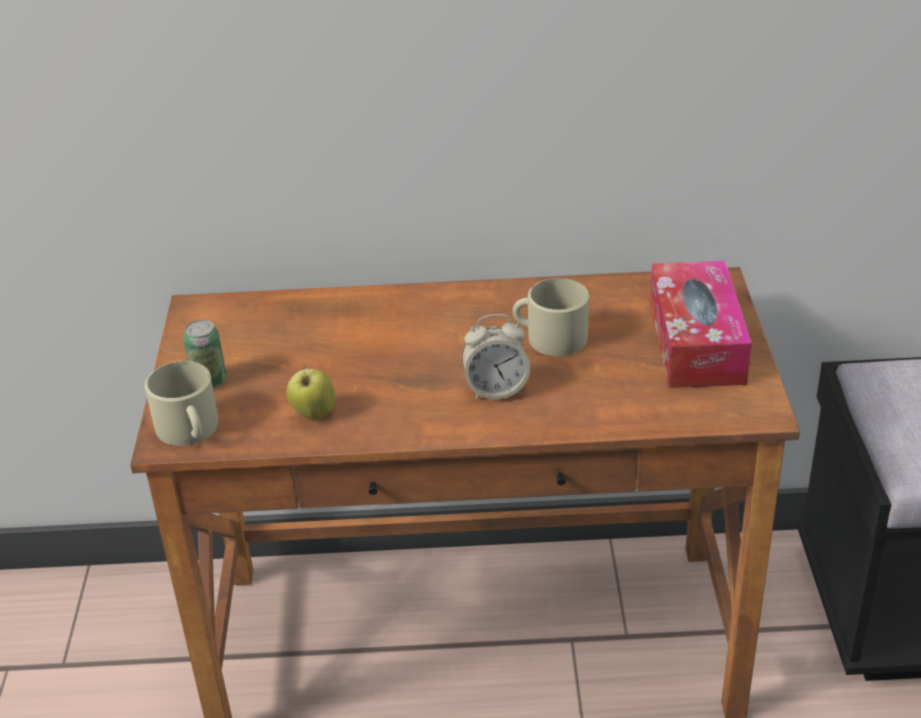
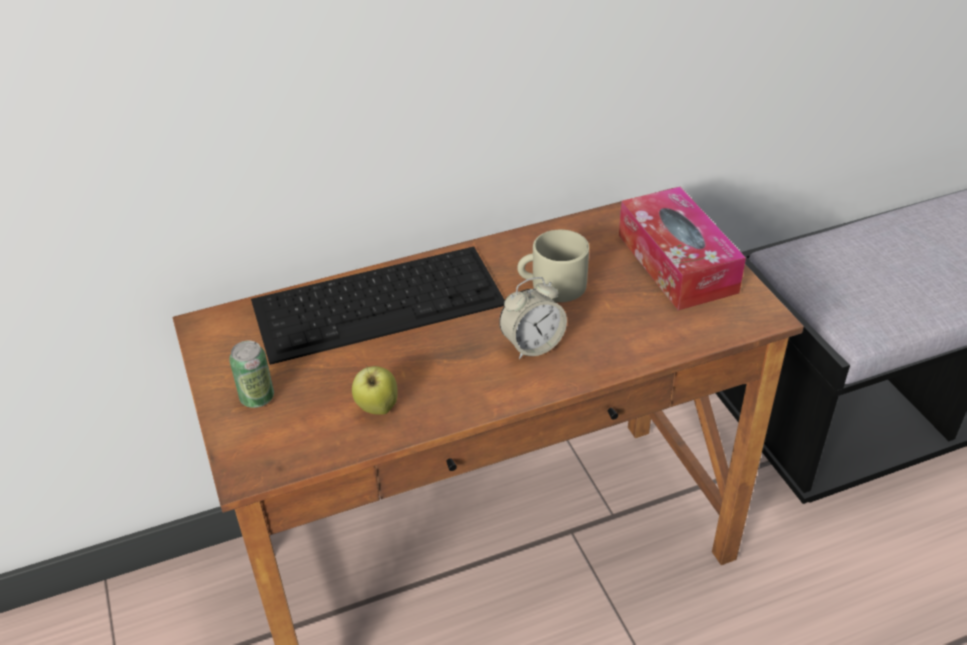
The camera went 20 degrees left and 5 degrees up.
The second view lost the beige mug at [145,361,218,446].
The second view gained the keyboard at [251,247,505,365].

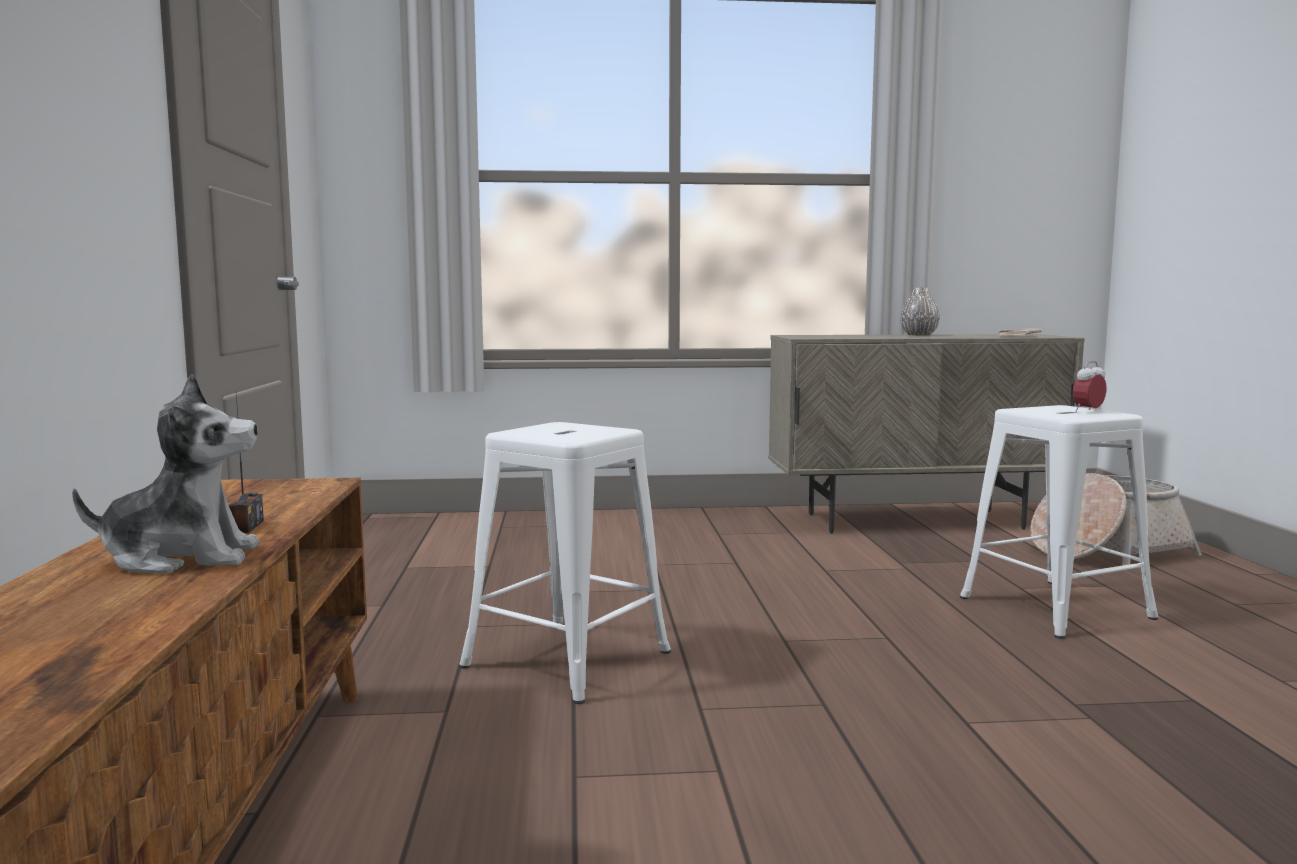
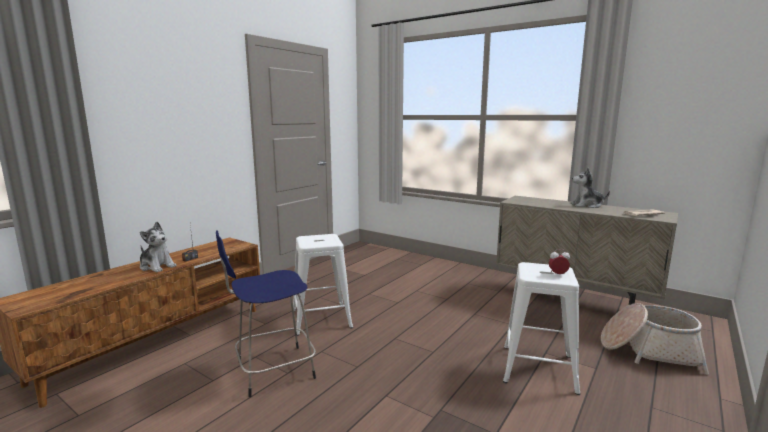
The camera went 40 degrees right and 5 degrees up.
Where the grey vase stood at [900,287,940,336], the plush toy came to stand at [571,168,610,208].
The second view gained the blue stool at [216,230,316,397].

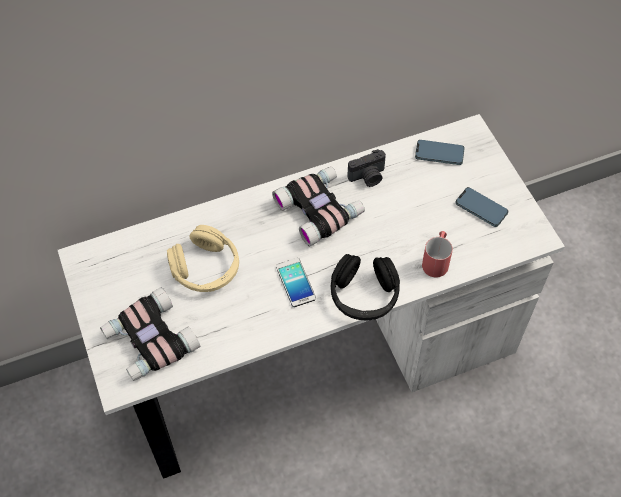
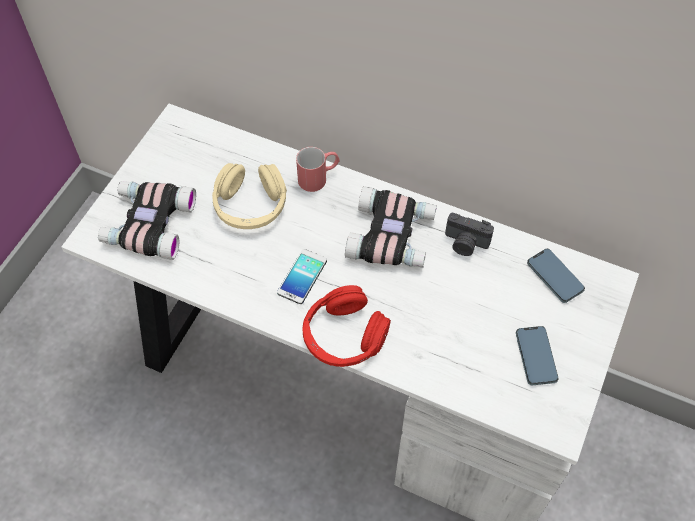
The camera went 45 degrees right and 0 degrees up.
The red mug ended up elsewhere, having gone from [422,231,453,277] to [296,147,340,192].
What was the black headphones at [331,254,400,320] turned into the red headphones at [302,285,391,367].

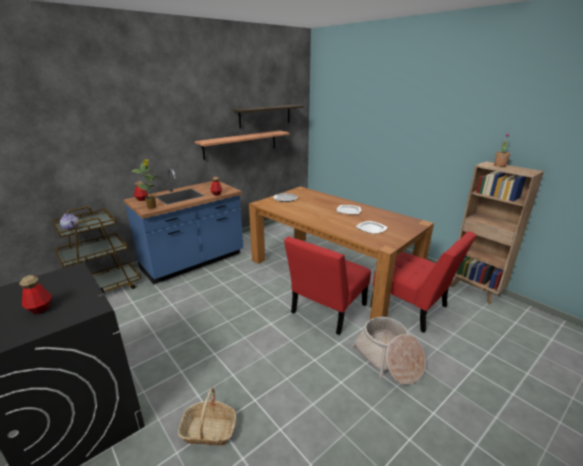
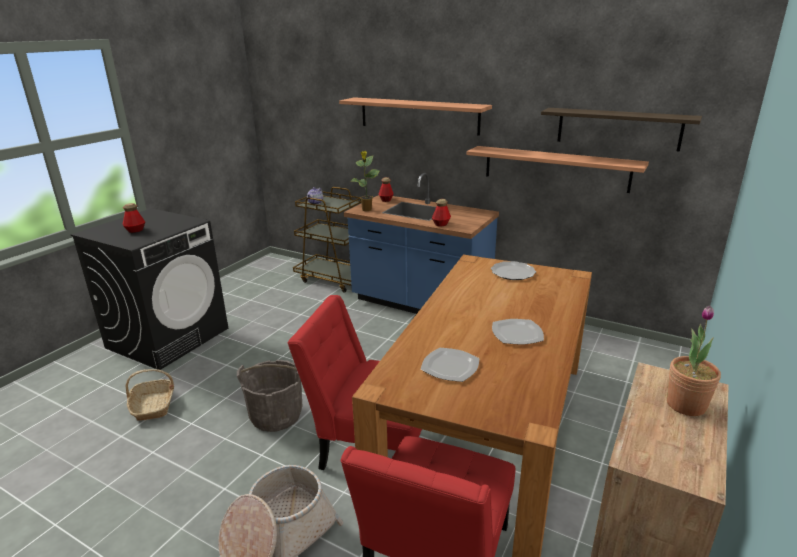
The camera went 70 degrees right and 0 degrees up.
The second view gained the shelf at [339,97,492,136].
The second view gained the grey bucket at [237,360,302,432].

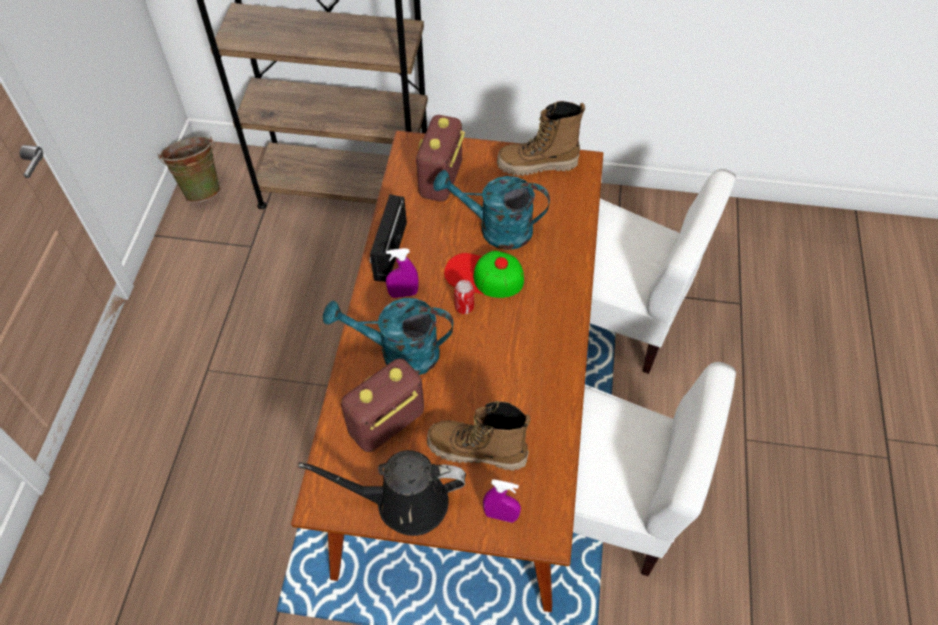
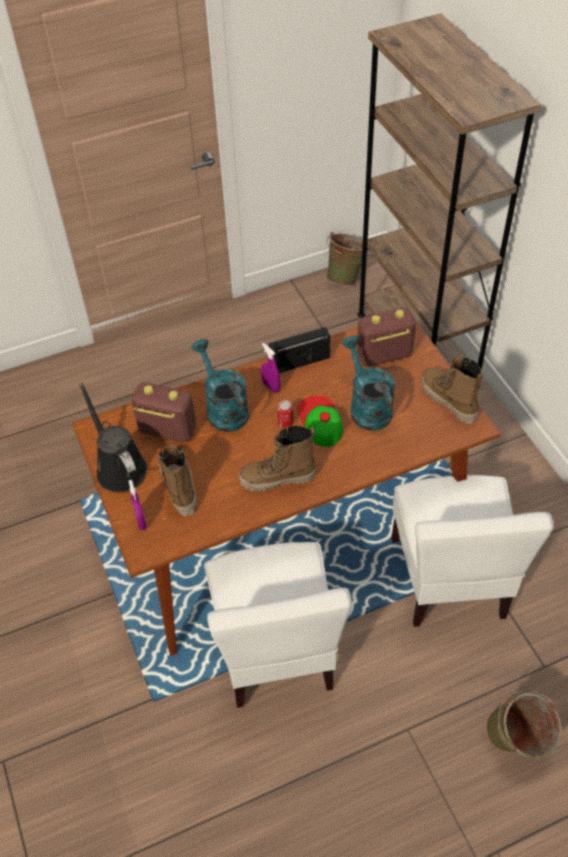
The camera went 60 degrees right and 5 degrees down.
The second view gained the boot at [239,425,316,492].
The second view gained the green bucket at [486,690,561,759].

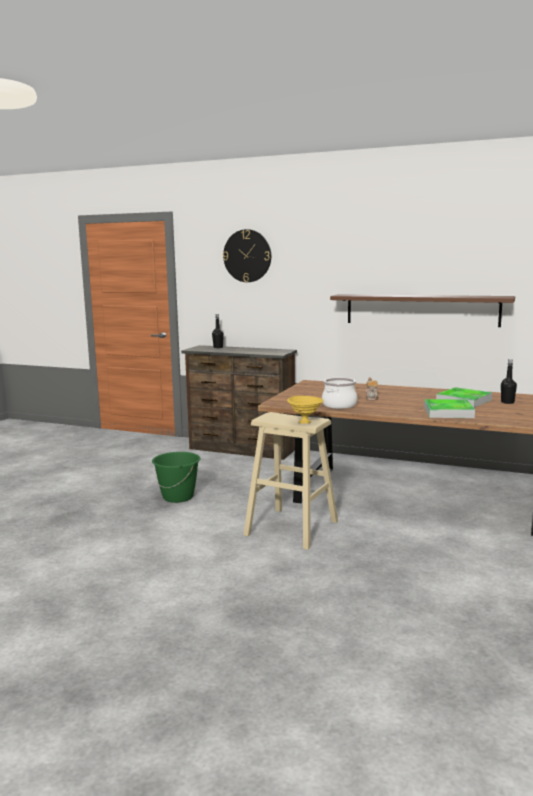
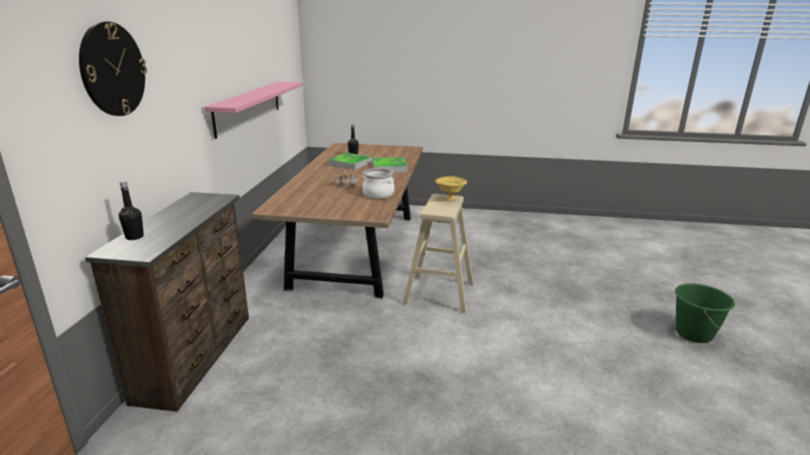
The camera went 105 degrees left and 10 degrees up.
What was the brown shelf at [330,294,515,327] turned into the pink shelf at [204,81,303,139].
The green bucket ended up elsewhere, having gone from [152,452,200,503] to [675,283,735,343].

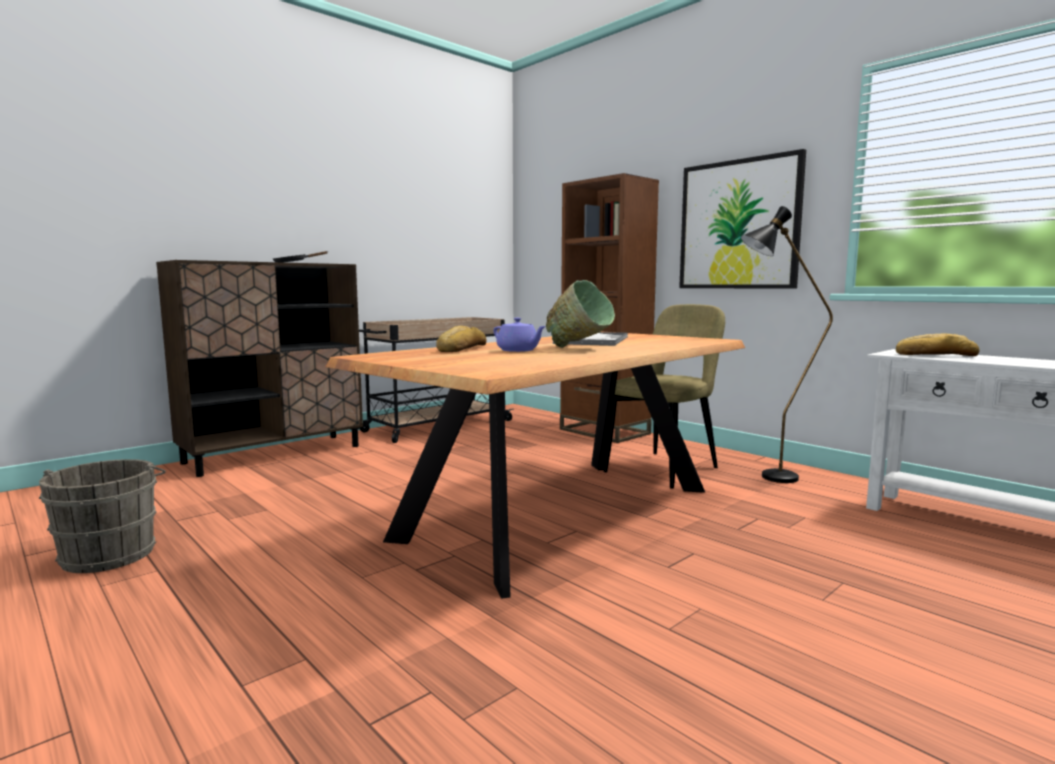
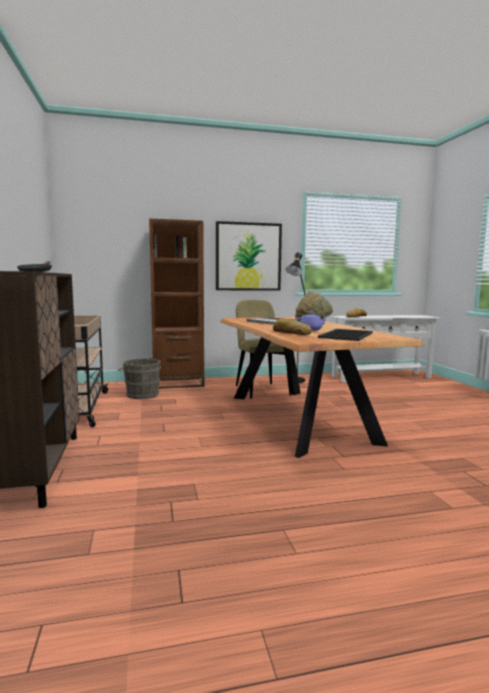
The camera went 60 degrees left and 0 degrees up.
The grey bucket ended up elsewhere, having gone from [39,459,166,573] to [118,357,161,399].
The second view gained the tray at [318,329,373,341].

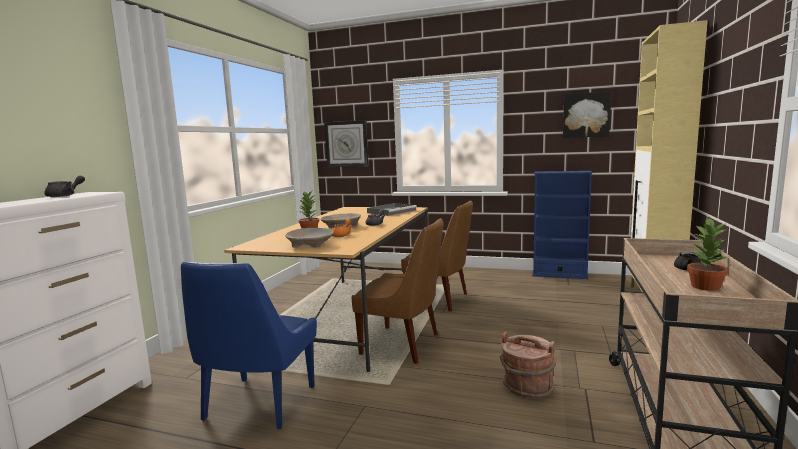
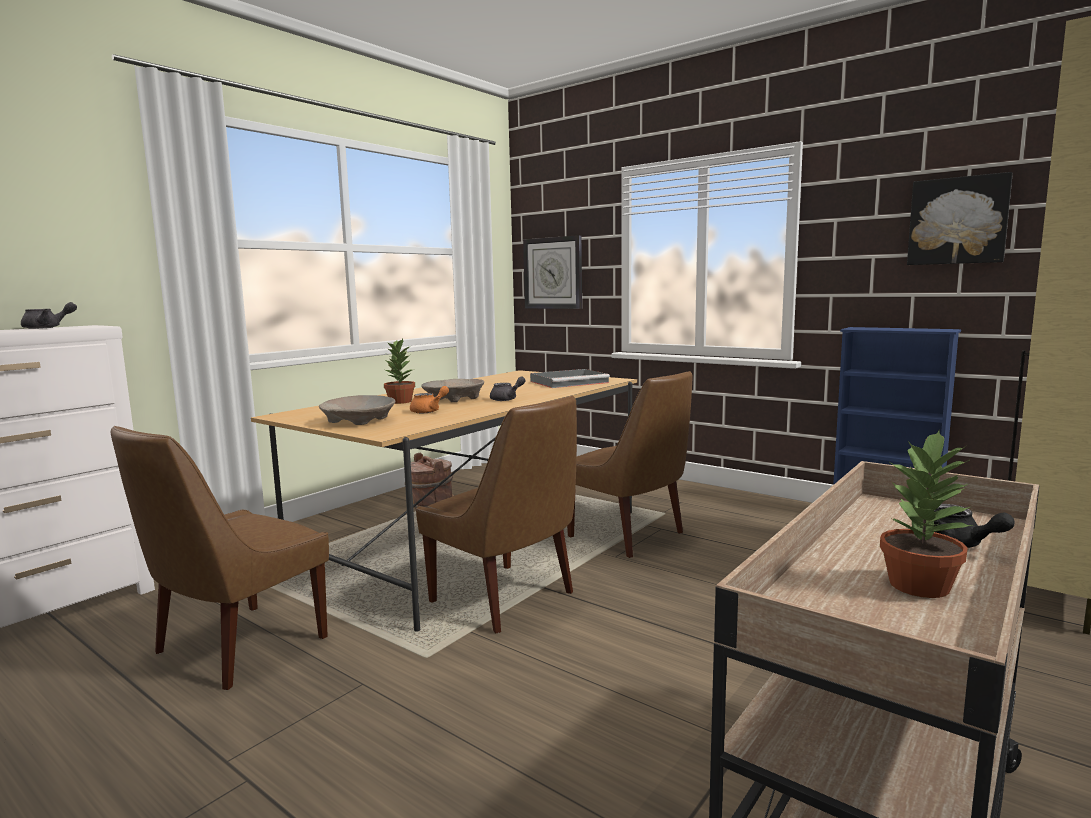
The camera went 20 degrees right and 0 degrees up.
What was the blue chair at [181,262,317,429] turned into the brown chair at [111,426,329,690].
The brown bucket ended up elsewhere, having gone from [500,332,556,399] to [411,453,454,509].

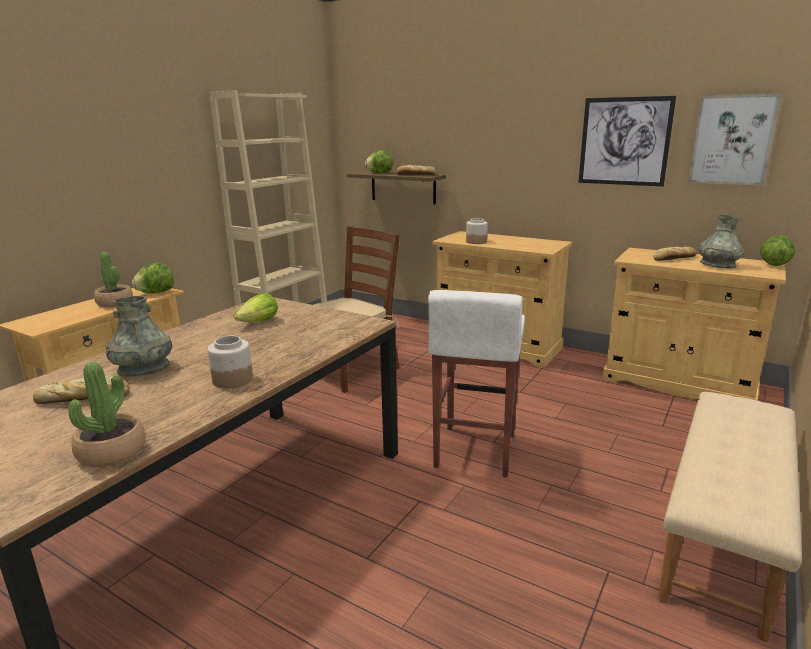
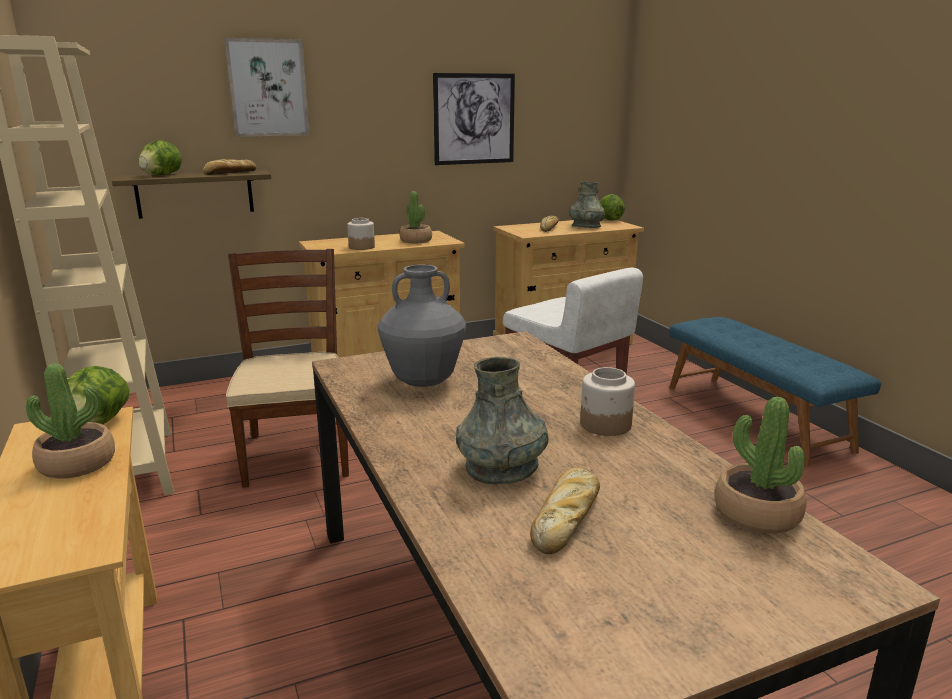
The camera went 55 degrees left and 0 degrees up.
The picture ended up elsewhere, having gone from [688,93,782,186] to [224,38,310,137].
Where the lettuce stood at [234,293,278,322], the grey vase came to stand at [378,264,466,387].
What was the beige bench at [658,392,802,642] turned into the blue bench at [669,317,881,466].
The second view gained the potted plant at [399,191,432,243].

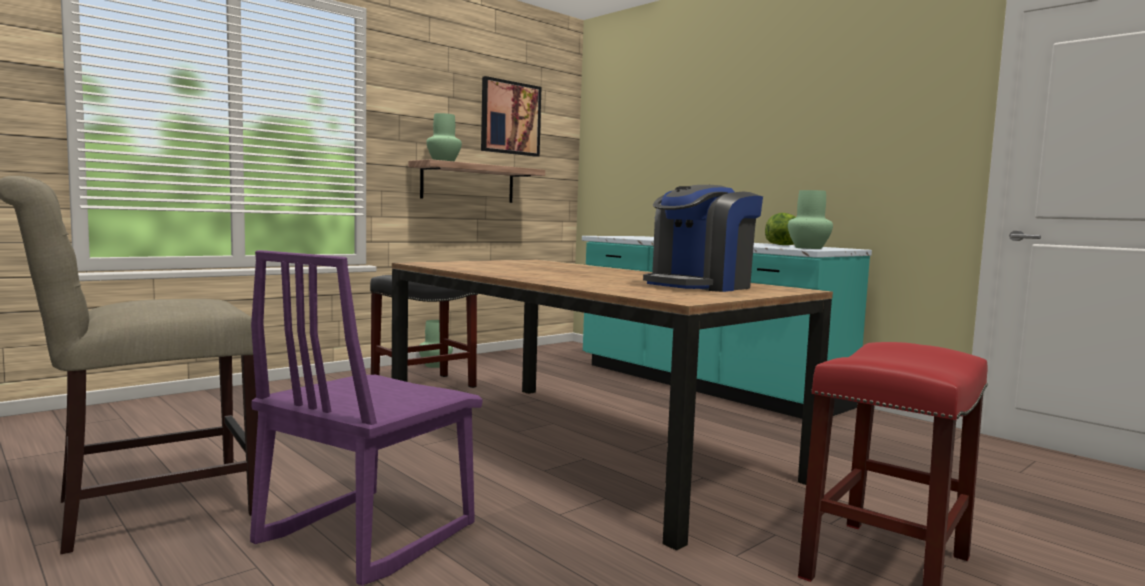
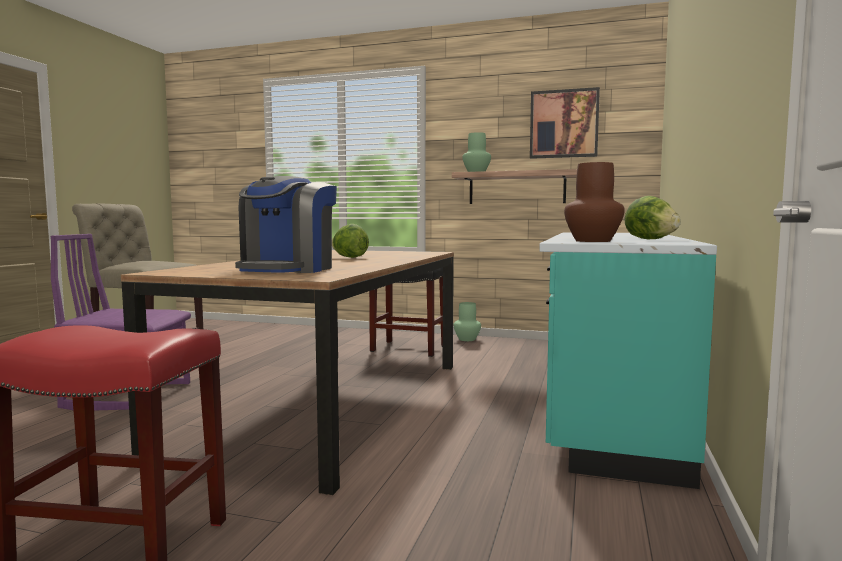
The camera went 60 degrees right and 0 degrees up.
The coffee machine at [643,185,763,292] ended up facing another way, 90 degrees counterclockwise from before.
What was the green vase at [788,190,833,249] turned into the brown vase at [564,162,625,242].
The second view gained the lettuce at [332,224,369,258].

